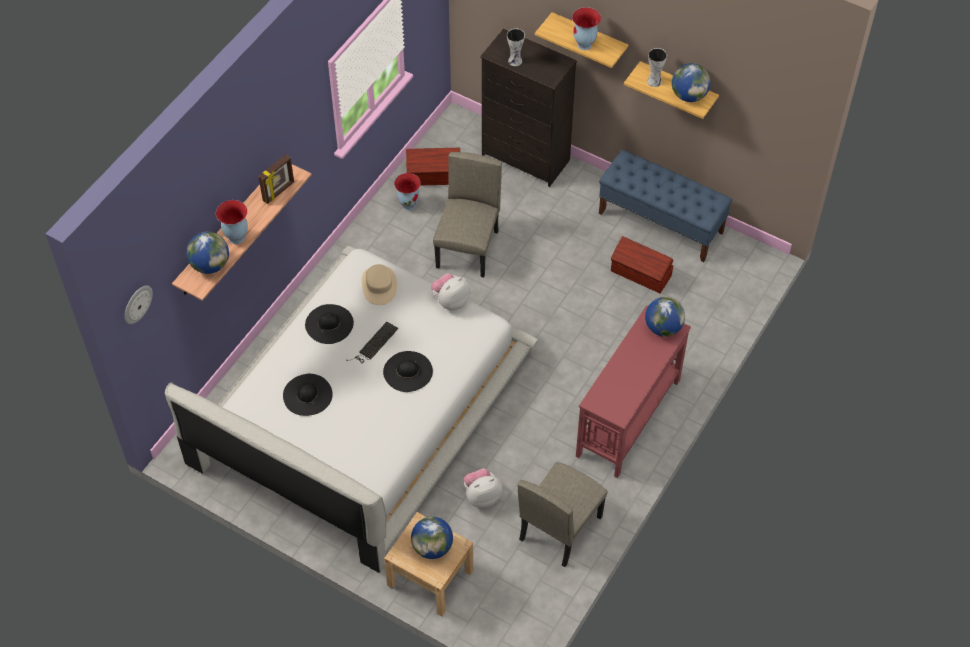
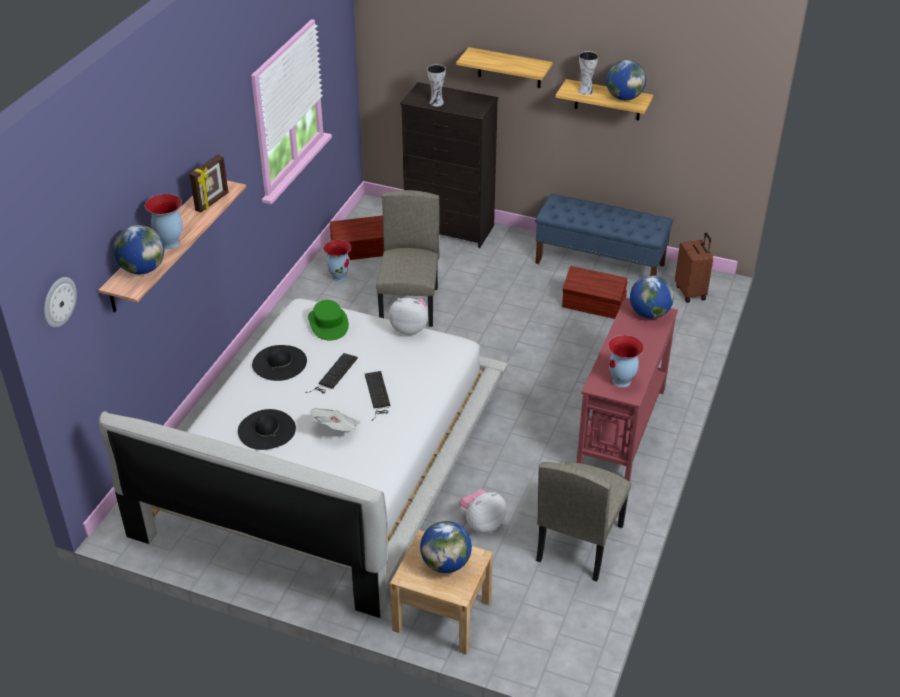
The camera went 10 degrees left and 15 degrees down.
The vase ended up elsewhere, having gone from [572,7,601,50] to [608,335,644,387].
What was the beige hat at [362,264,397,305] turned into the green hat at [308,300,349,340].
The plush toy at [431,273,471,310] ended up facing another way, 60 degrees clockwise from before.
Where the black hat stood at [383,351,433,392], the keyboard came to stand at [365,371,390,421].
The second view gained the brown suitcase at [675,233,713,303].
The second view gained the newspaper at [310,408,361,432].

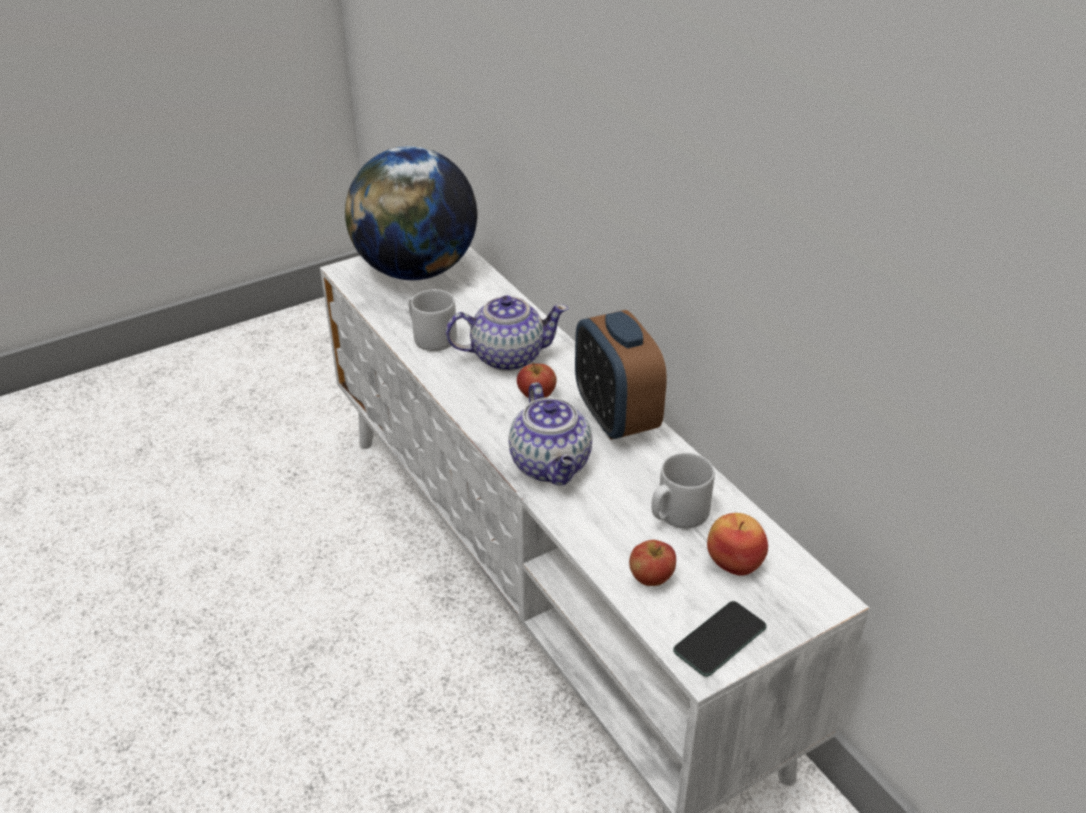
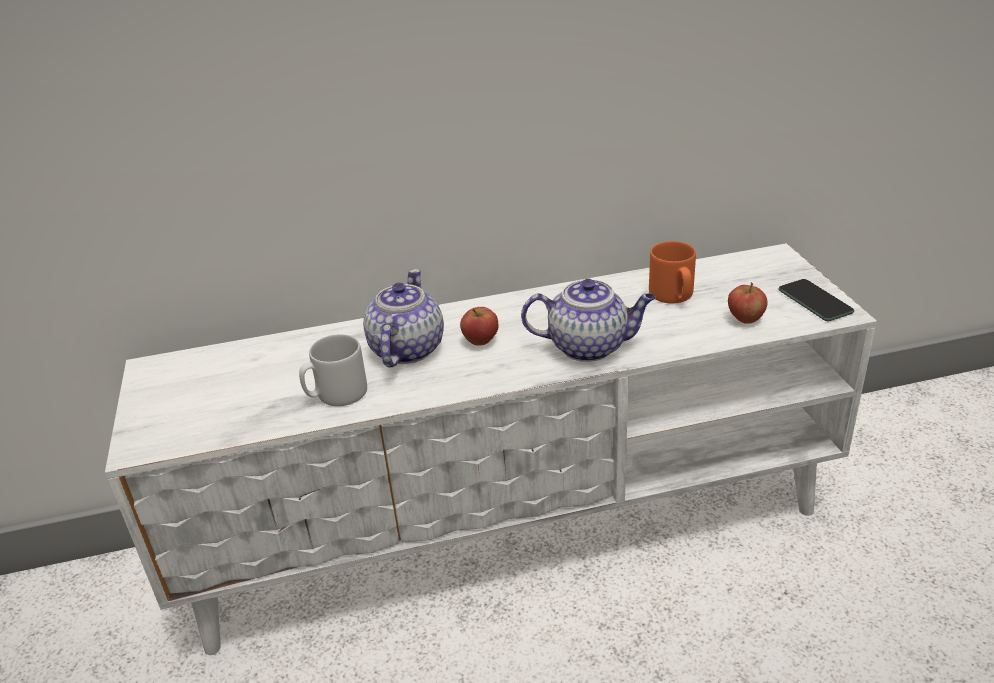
The camera went 70 degrees left and 5 degrees down.
The second view lost the globe at [345,146,477,280].
The second view lost the alarm clock at [575,310,667,440].
What was the grey mug at [651,453,715,528] turned into the orange mug at [649,241,696,304].
The second view lost the apple at [707,513,768,576].

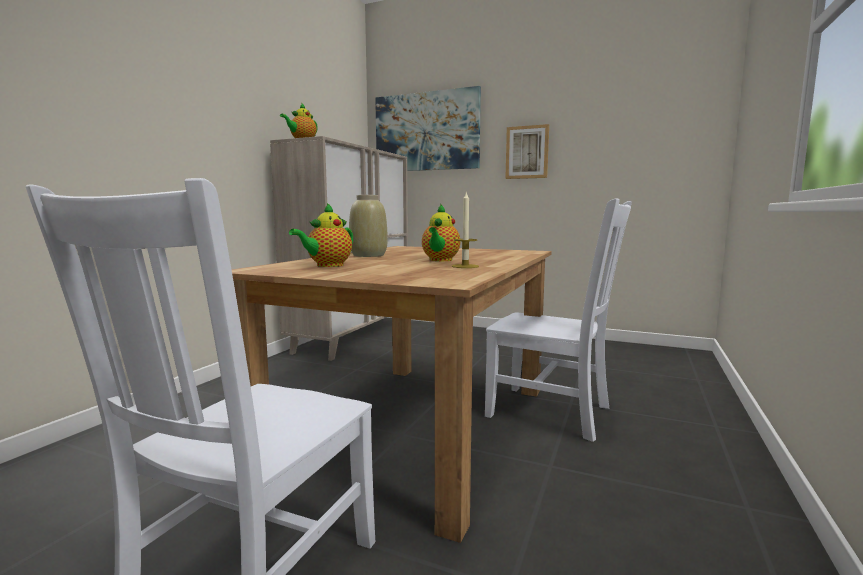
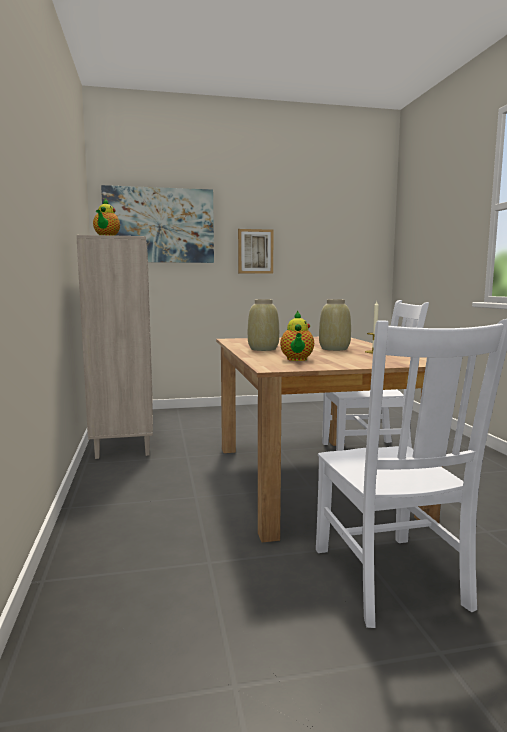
The camera went 35 degrees left and 0 degrees up.
Where the teapot stood at [422,204,460,261], the beige vase came to stand at [319,299,351,351].

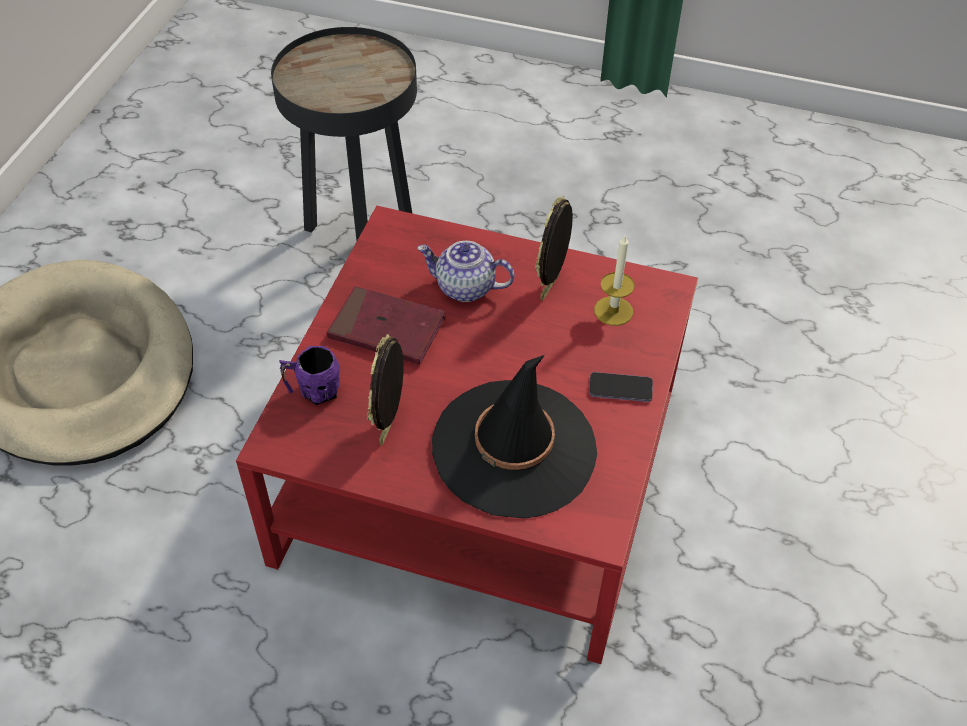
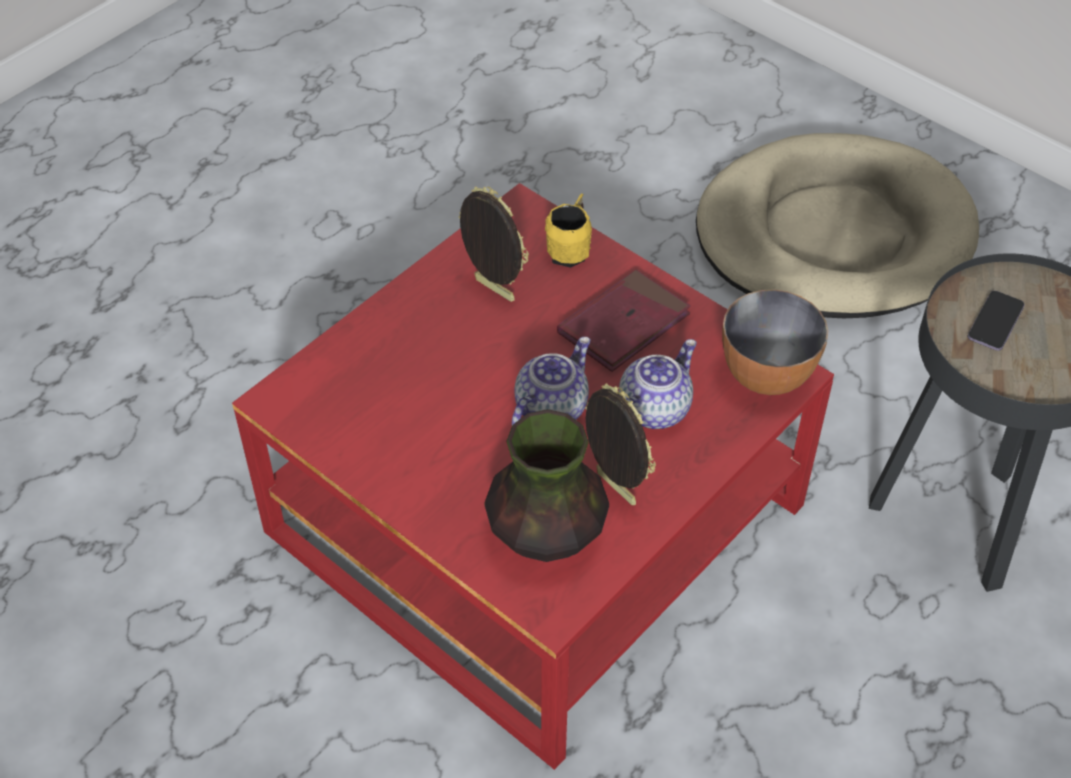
The camera went 115 degrees right and 0 degrees up.
Where the candle stood at [594,235,635,326], the vase came to stand at [485,409,609,562].
What was the purple mug at [279,346,340,405] turned into the yellow mug at [544,194,592,268].
The second view lost the black hat at [432,355,597,518].
The phone ended up elsewhere, having gone from [589,372,653,402] to [968,291,1025,351].
The second view gained the bowl at [722,290,828,395].
The second view gained the teapot at [512,337,590,425].

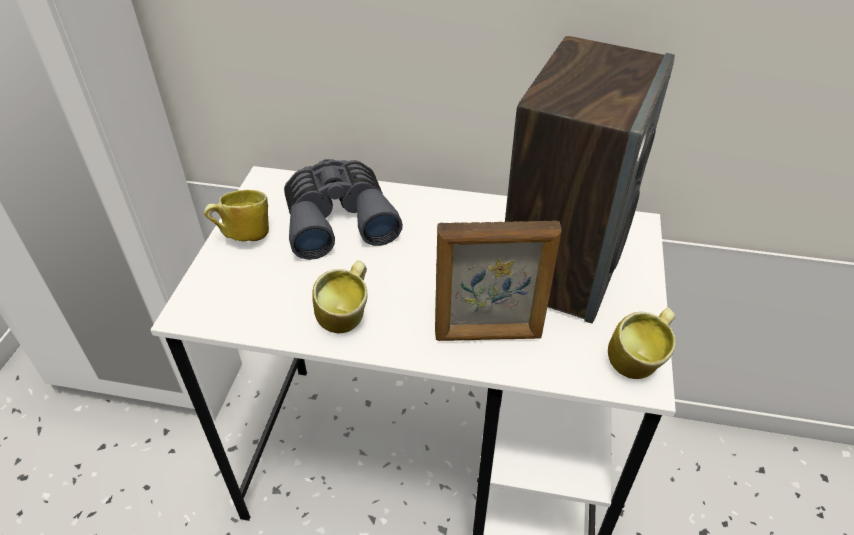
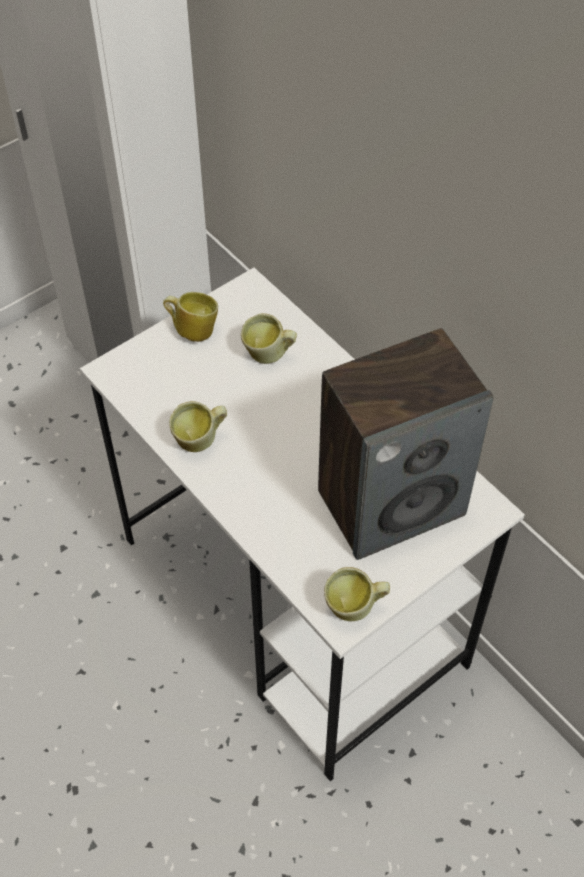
The camera went 40 degrees right and 10 degrees up.
Where the grey binoculars stood at [284,159,403,260], the mug came to stand at [241,313,297,364].
The second view lost the picture frame at [435,220,562,341].

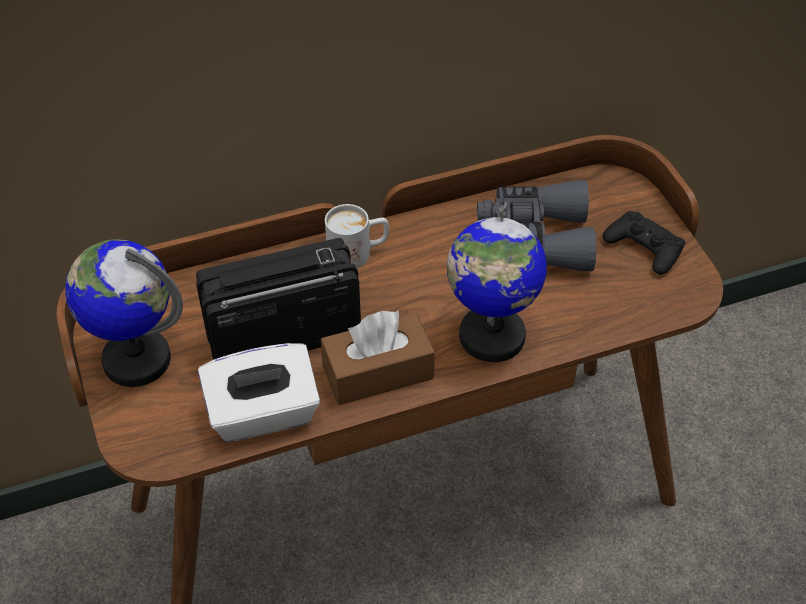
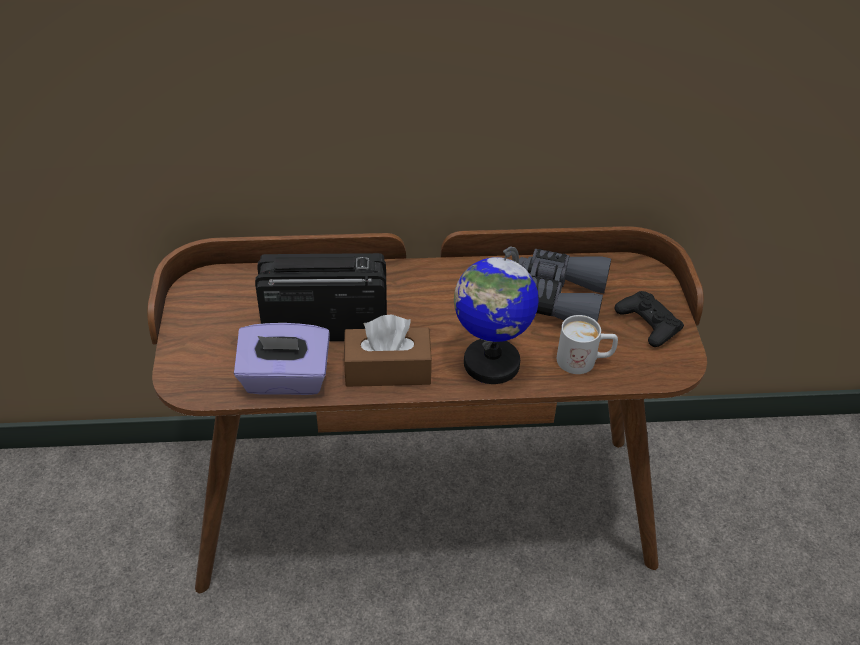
The camera went 15 degrees right and 5 degrees down.
The white mug ended up elsewhere, having gone from [325,204,389,268] to [557,315,618,374].
The second view lost the globe at [65,239,183,387].
What was the white tissue box at [198,343,320,442] turned into the purple tissue box at [234,323,330,395].

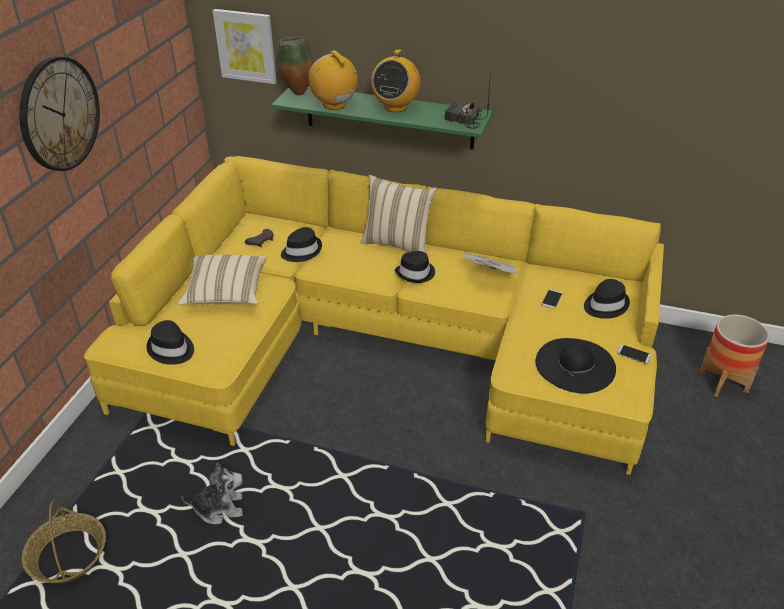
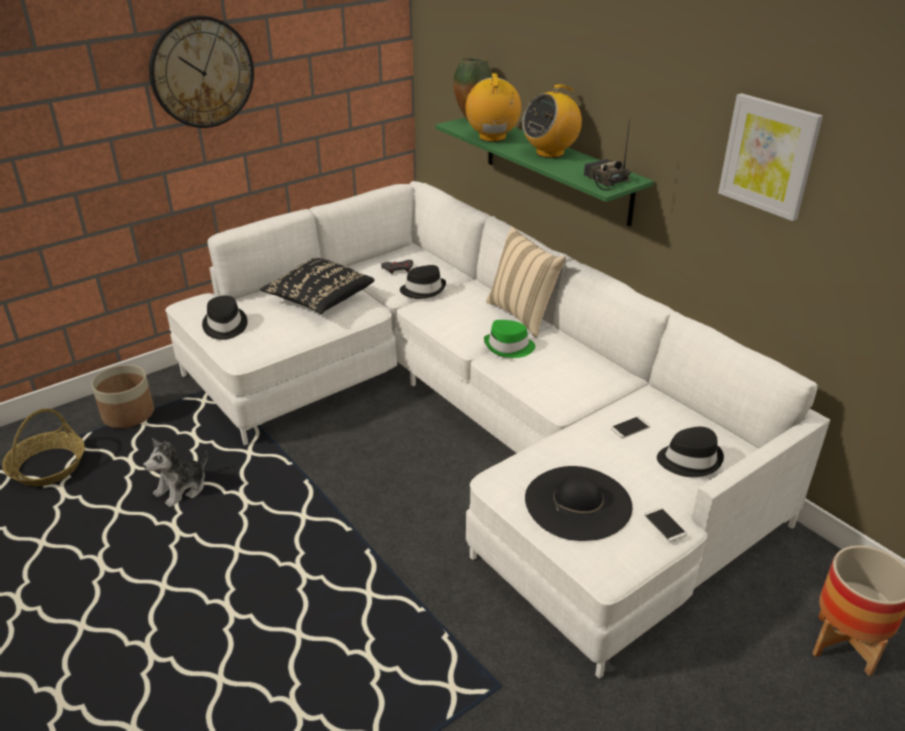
The camera went 35 degrees right and 5 degrees down.
The picture ended up elsewhere, having gone from [213,9,276,84] to [718,93,823,221].
What was the yellow sofa at [84,156,664,475] turned into the white sofa at [165,181,830,679].
What was the black hat at [395,251,435,283] turned into the green hat at [484,320,535,358].
The second view lost the newspaper at [464,254,519,274].
What was the beige pillow at [178,255,267,305] turned into the black pillow at [260,258,375,314].
The plush toy at [181,462,243,524] ended up facing another way, 105 degrees clockwise from before.
The second view gained the planter at [92,365,154,428].

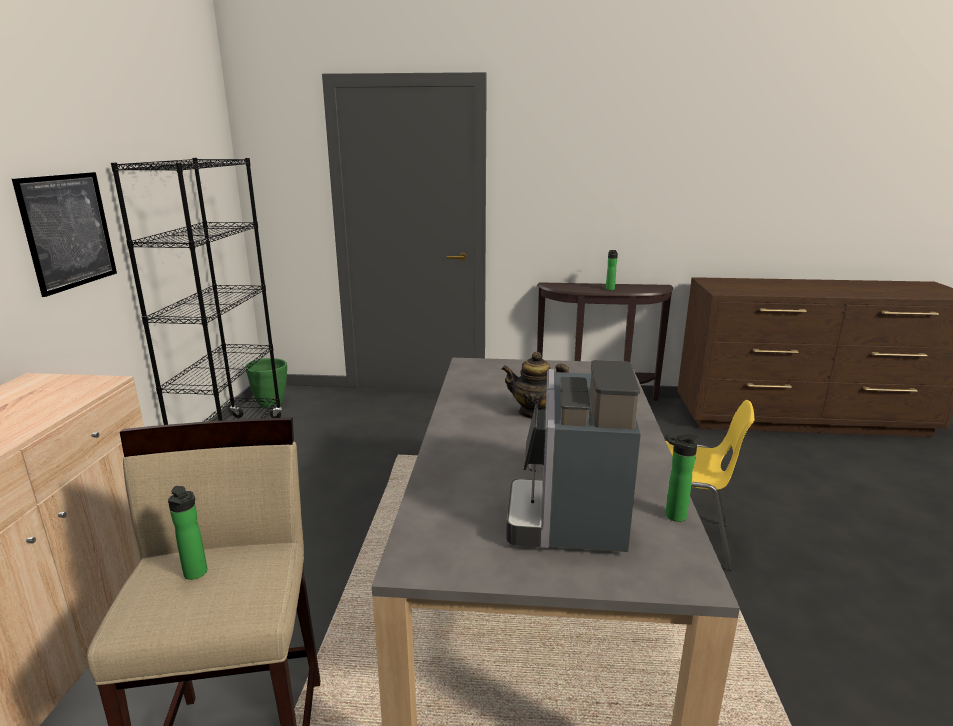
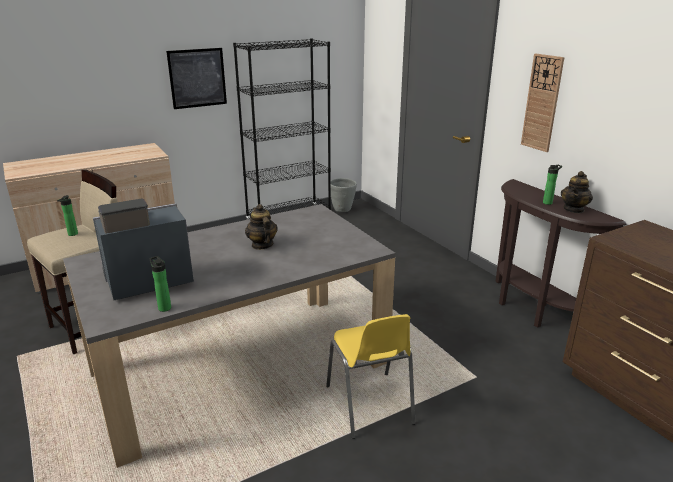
The camera went 55 degrees right and 5 degrees up.
What was the green planter at [245,358,287,408] turned into the grey planter at [331,178,357,212].
The second view gained the wall clock at [521,54,565,152].
The second view gained the teapot at [561,171,593,214].

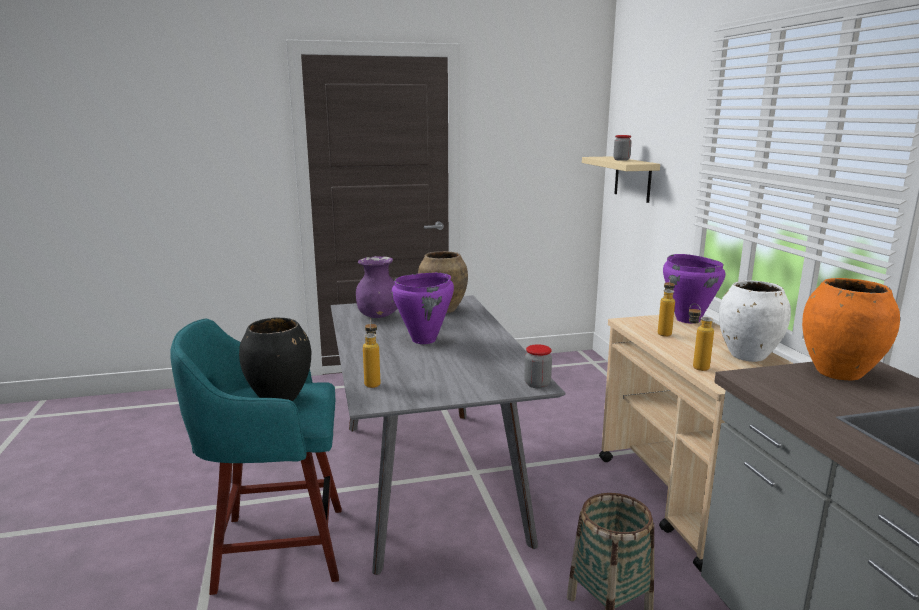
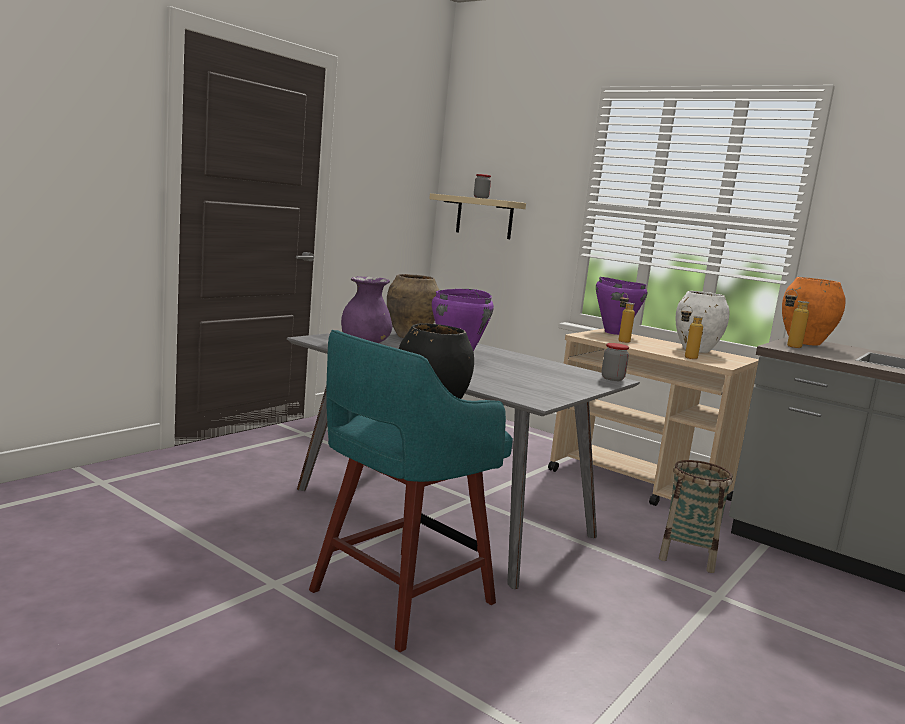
The camera went 40 degrees left and 5 degrees down.
The bottle ended up elsewhere, having gone from [363,319,380,388] to [785,289,809,348].

